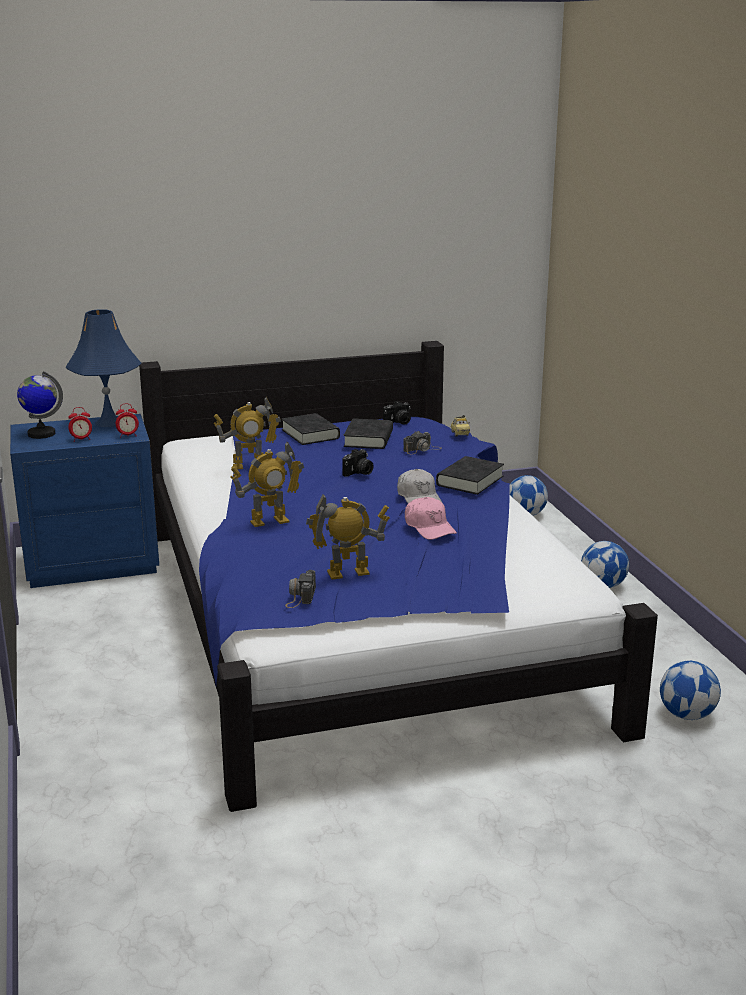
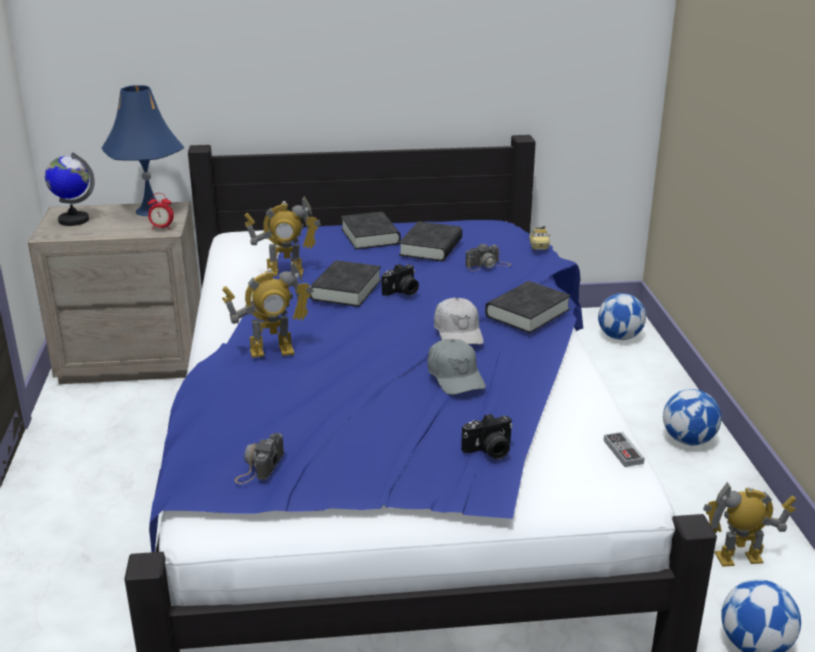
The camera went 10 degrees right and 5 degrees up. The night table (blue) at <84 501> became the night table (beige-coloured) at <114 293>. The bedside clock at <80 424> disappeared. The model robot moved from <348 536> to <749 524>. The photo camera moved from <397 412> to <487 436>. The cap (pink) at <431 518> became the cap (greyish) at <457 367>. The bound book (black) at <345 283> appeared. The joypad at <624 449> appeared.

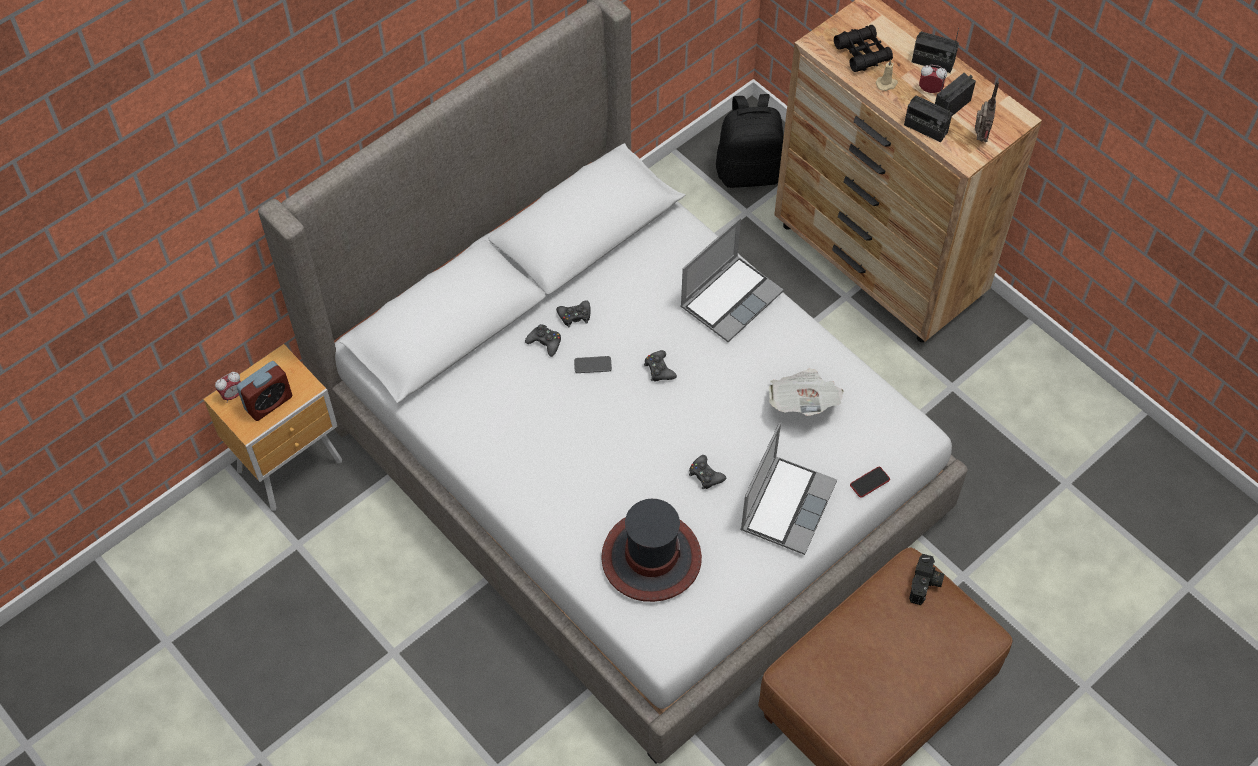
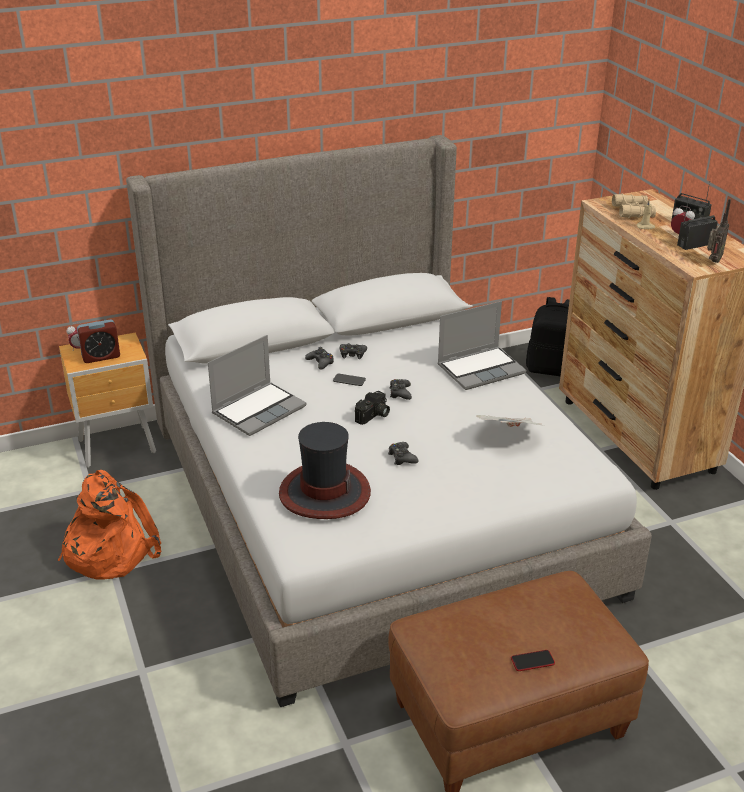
The camera went 20 degrees right and 25 degrees down. The portable computer moved from <788 488> to <257 385>. The field glasses (black) at <863 48> became the field glasses (beige-coloured) at <634 205>. The handset moved from <870 482> to <533 660>. The radio receiver at <928 118> disappeared. The photo camera moved from <926 579> to <372 408>. The rucksack (orange) at <109 525> appeared.

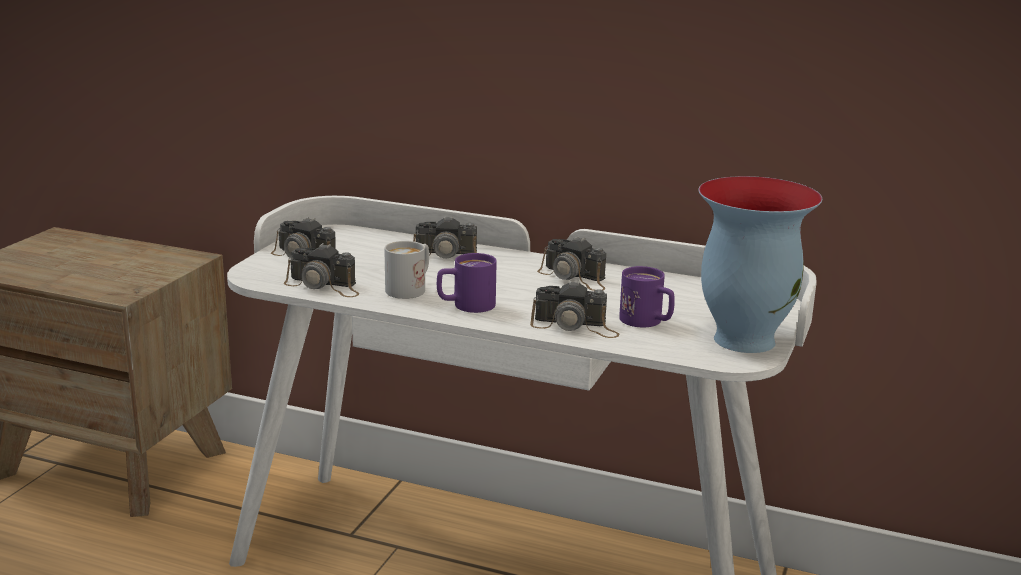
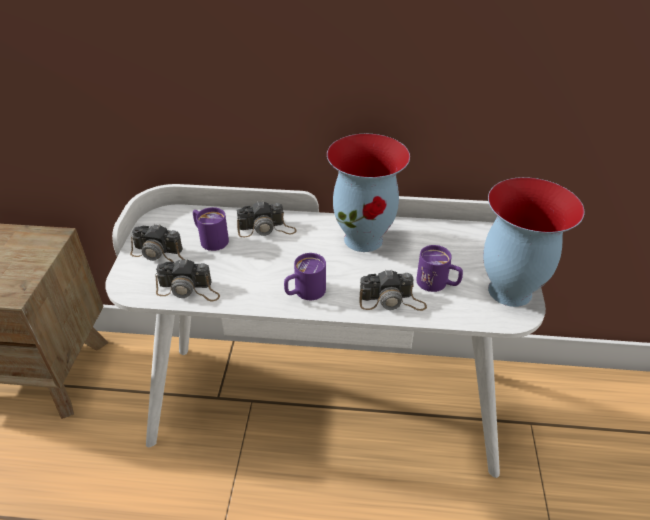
The camera went 15 degrees left and 20 degrees up. The coffee mug (whitish) at <406 270> disappeared. The photo camera at <571 263> was replaced by the vase at <368 193>. The coffee mug (purple-coloured) at <211 229> appeared.

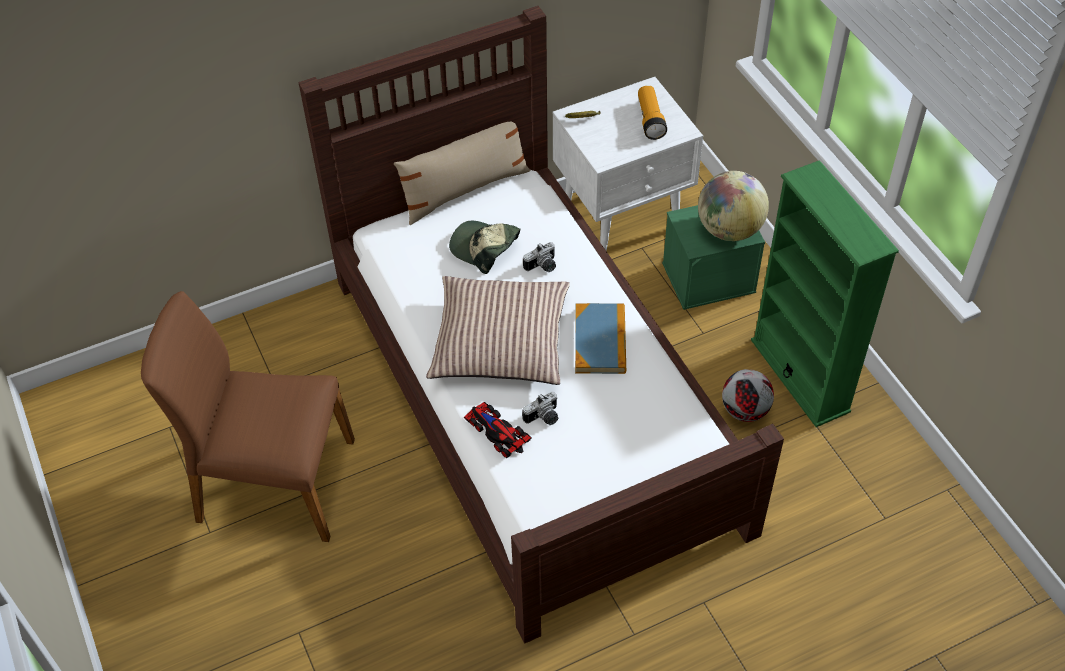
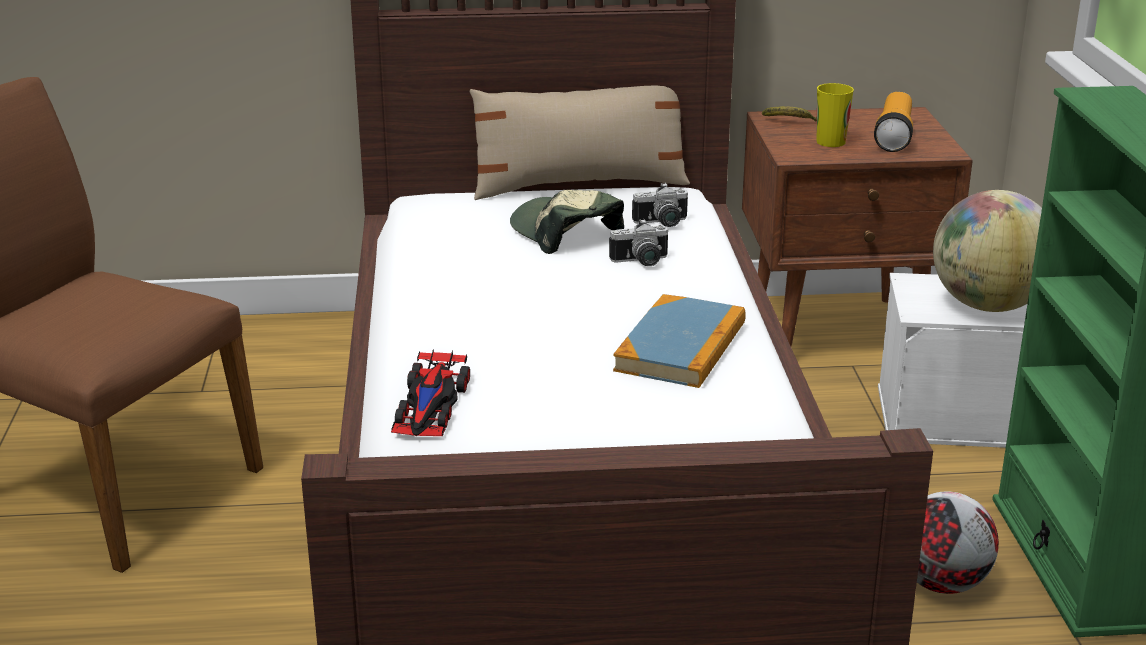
The camera went 20 degrees right and 25 degrees down. The pillow at <498 330> disappeared. The toy car at <498 430> turned 150 degrees counterclockwise. The photo camera moved from <540 408> to <660 205>. The night table (whitish) at <628 164> became the night table (brownish) at <857 227>. The storage bin (green-coloured) at <713 257> became the storage bin (whitish) at <952 360>. The cup at <835 115> appeared.

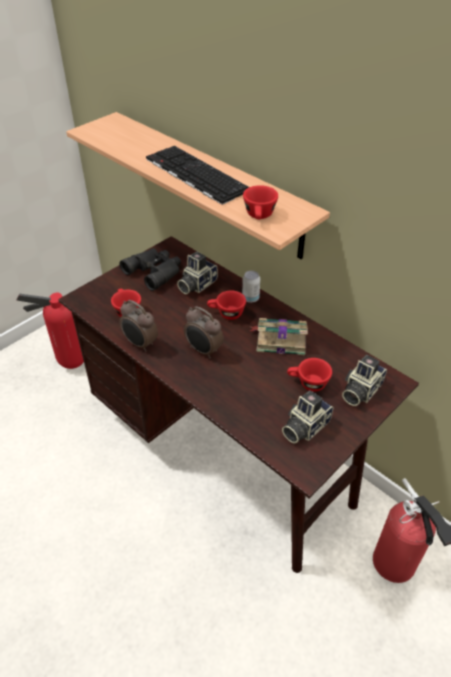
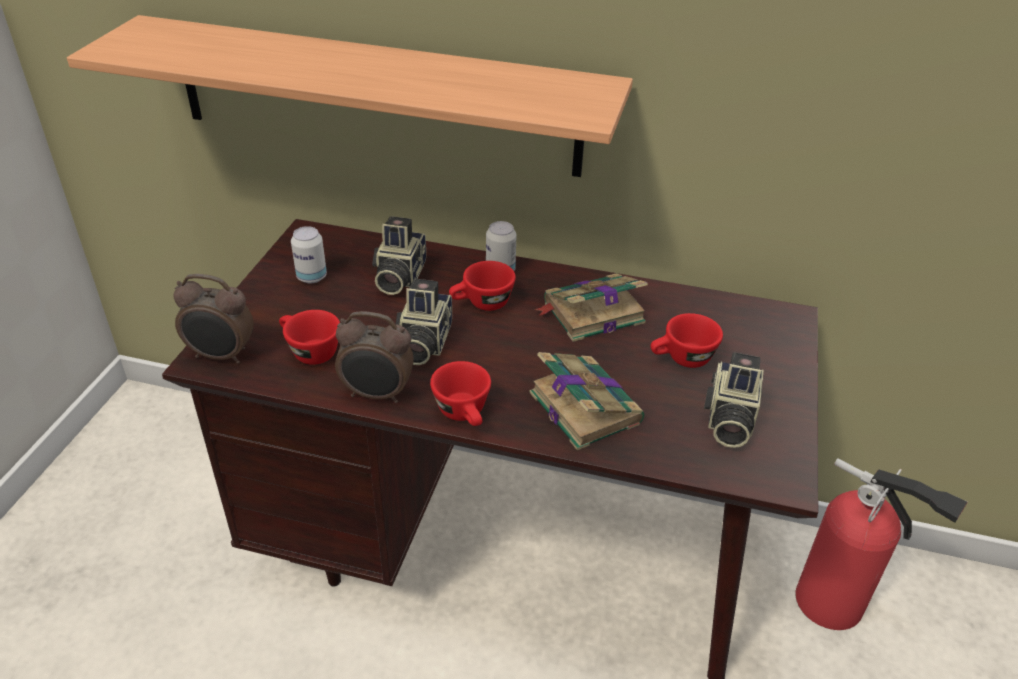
The camera went 30 degrees left and 5 degrees down. The fire extinguisher at <50 331> disappeared. The field glasses (black) at <150 269> was replaced by the sealed can at <309 255>. The PC keyboard at <197 175> disappeared. The bedside clock moved from <204 332> to <213 319>. The cup (reddish) moved from <260 202> to <460 393>. The photo camera moved from <364 380> to <424 322>. The bound book at <586 401> appeared.

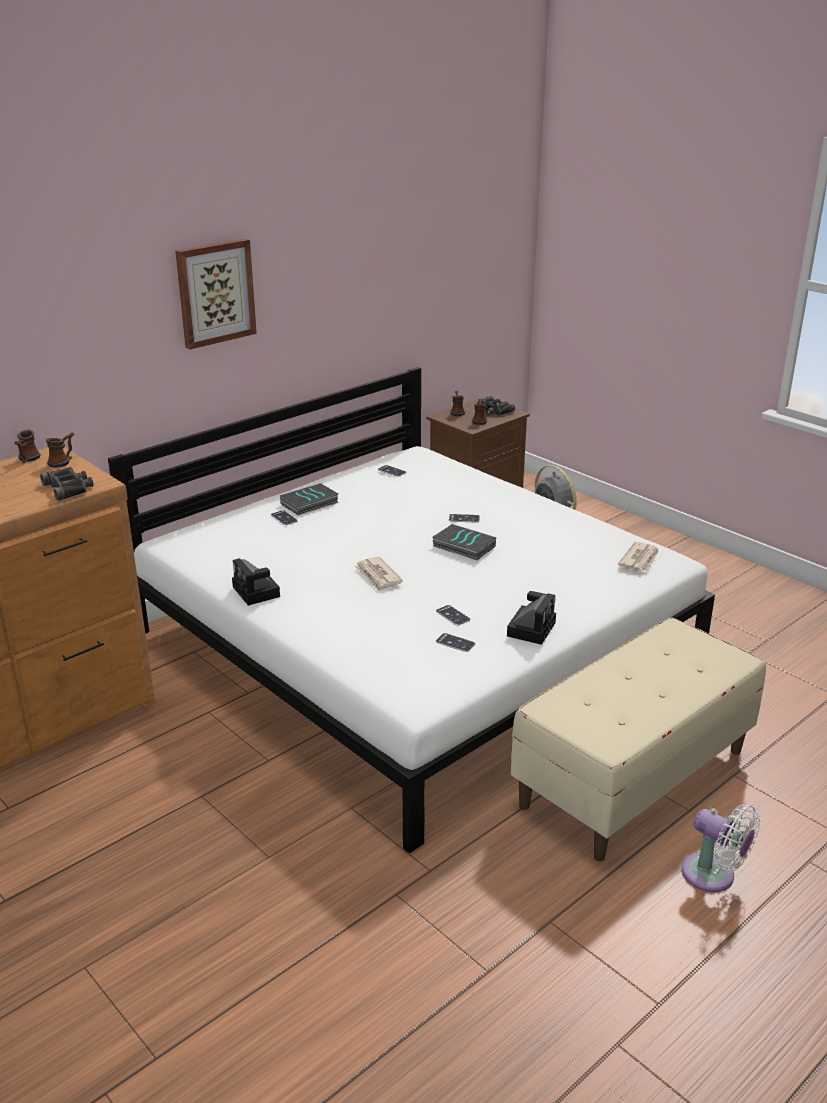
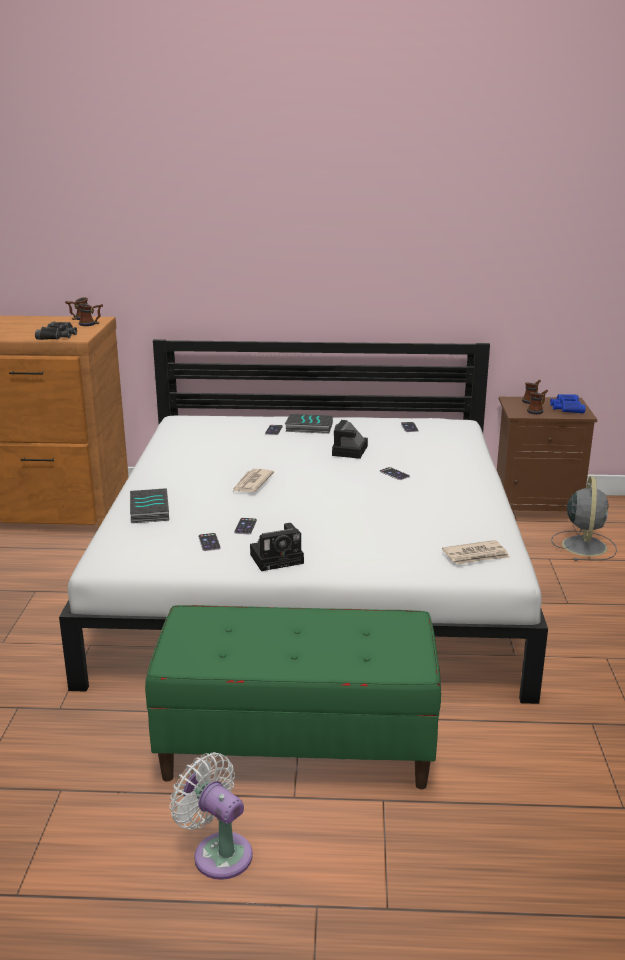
The camera went 45 degrees right and 5 degrees down. The wall art at <216 294> disappeared. The photo camera moved from <256 582> to <350 439>. The bound book moved from <464 542> to <149 505>. The field glasses (black) at <496 406> became the field glasses (blue) at <567 403>. The indoor bench (beige-coloured) at <638 739> became the indoor bench (green-coloured) at <293 697>. The electric fan (whitish) at <721 848> turned 135 degrees clockwise.

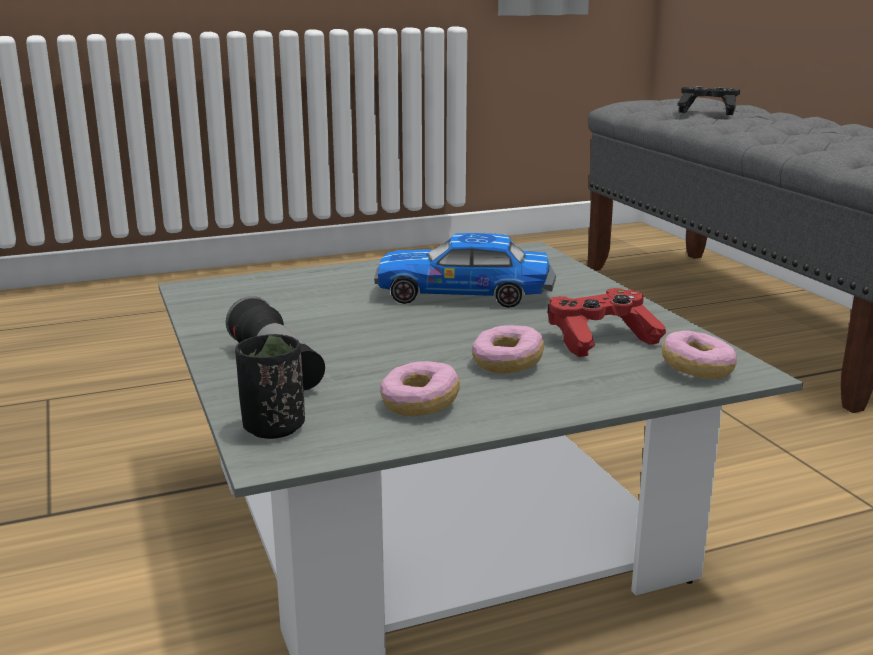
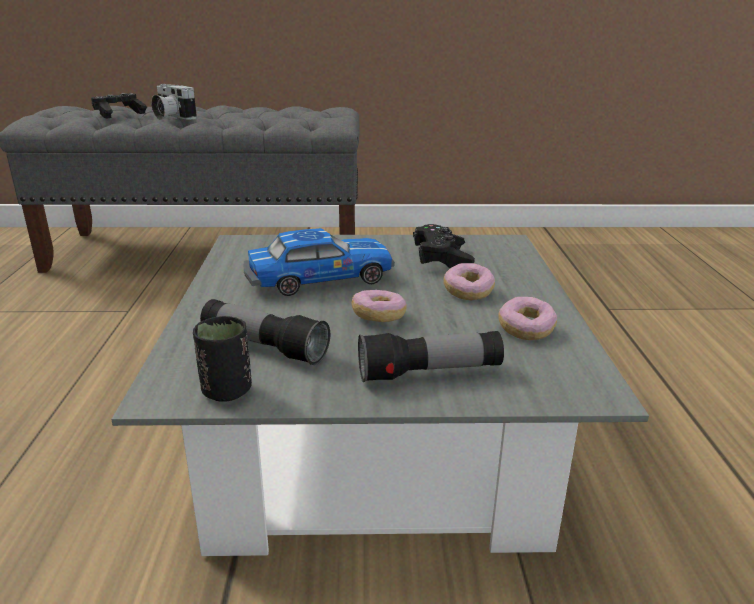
The camera went 70 degrees left and 5 degrees up. The cup (black) moved from <270 386> to <222 359>. The toy car at <465 270> turned 135 degrees counterclockwise. The joypad (reddish) at <607 322> became the joypad (black) at <444 246>. The doughnut moved from <699 355> to <379 306>. The photo camera at <174 102> appeared. The hand torch at <265 332> appeared.

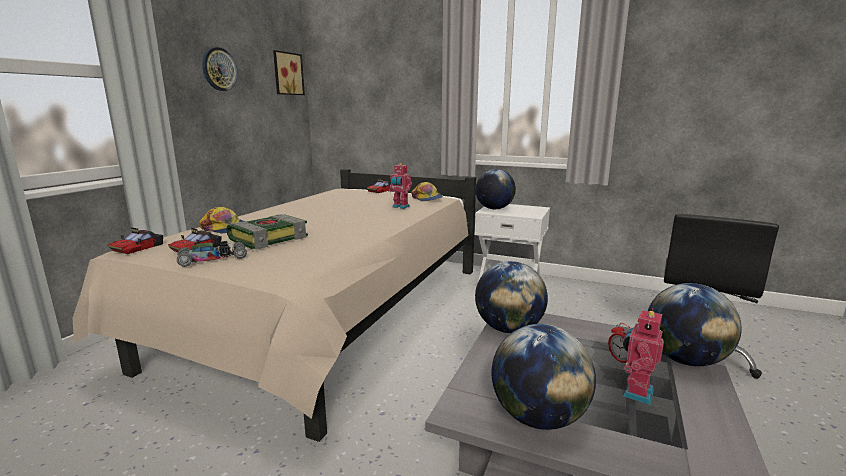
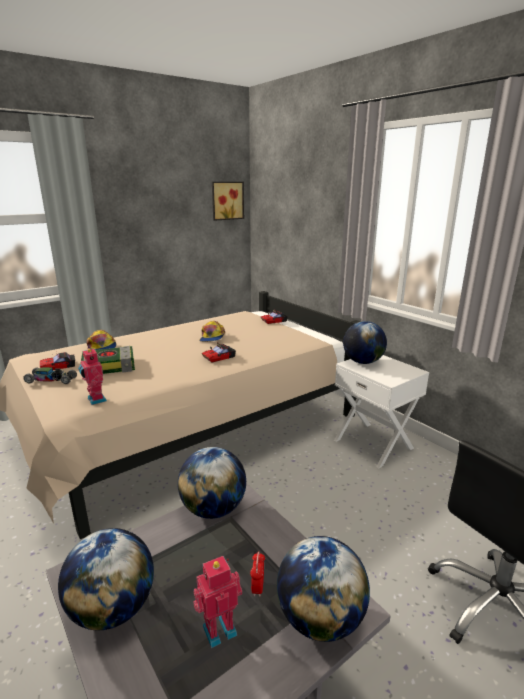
The camera went 30 degrees right and 5 degrees up. The toy car moved from <135 240> to <219 352>. The clock on the wall at <220 69> disappeared. The model robot moved from <400 186> to <92 376>. The cap moved from <427 191> to <212 331>.

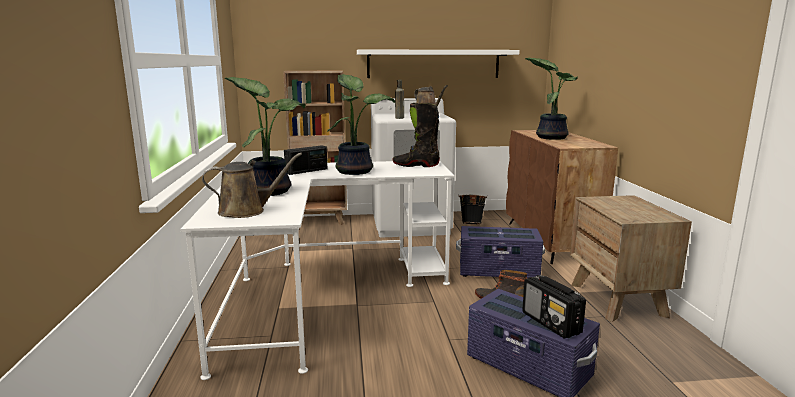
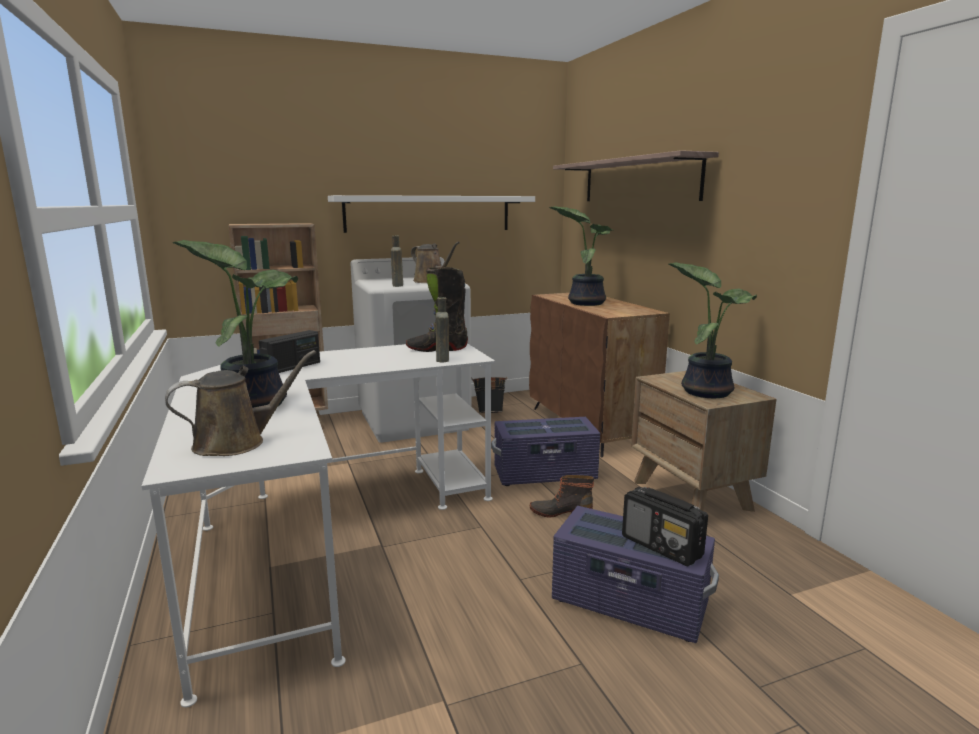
The camera went 15 degrees left and 0 degrees up. The potted plant moved from <361 124> to <713 330>. The drink bottle (brownish) at <442 329> appeared. The wall shelf at <636 175> appeared.

